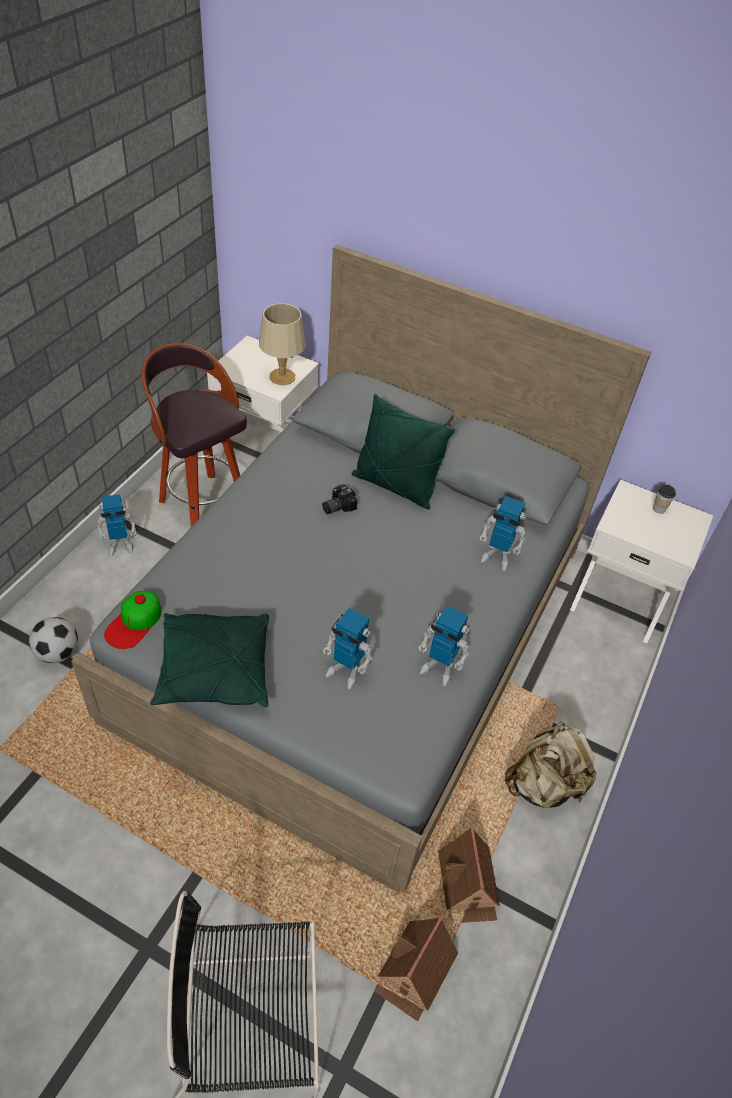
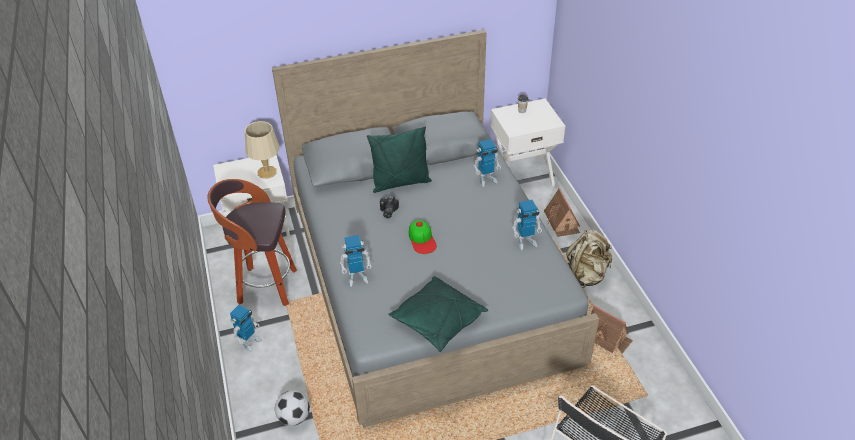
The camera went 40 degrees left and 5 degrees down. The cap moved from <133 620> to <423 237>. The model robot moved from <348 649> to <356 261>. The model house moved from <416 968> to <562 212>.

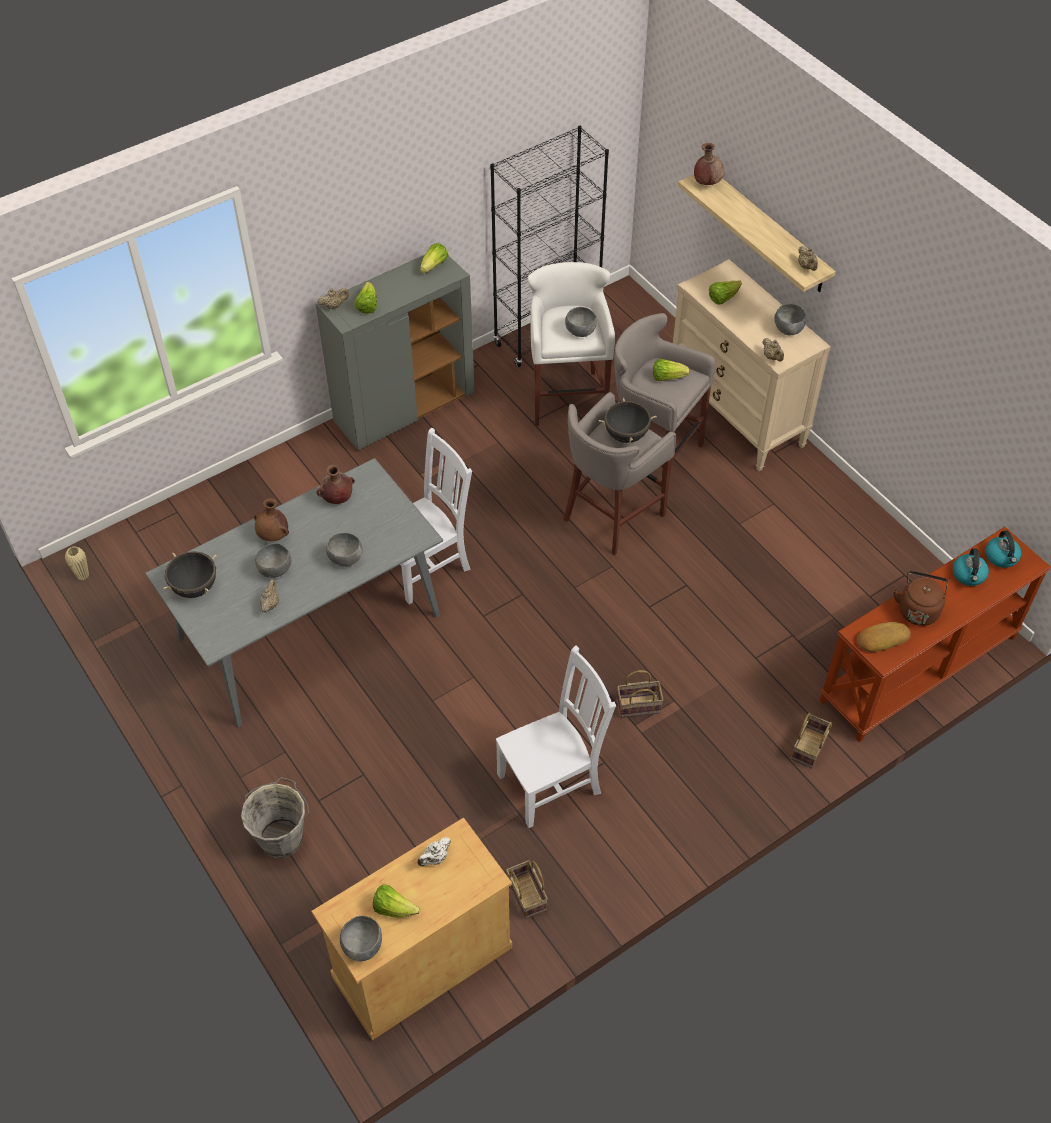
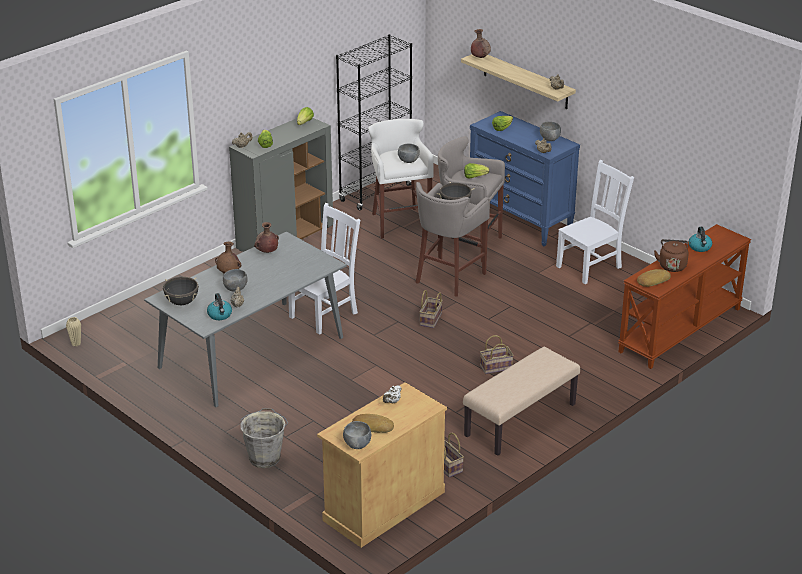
The camera went 10 degrees left and 20 degrees down. The deep dish (greyish) at <344 549> disappeared. The lettuce at <397 901> was replaced by the bread at <373 423>. The plain chair (whitish) moved from <556 736> to <595 222>. The dresser (beige-coloured) at <752 365> became the dresser (blue) at <525 178>. The household basket moved from <811 740> to <431 309>. The kettle moved from <1003 549> to <219 306>. The indoor bench (beige-coloured) at <521 401> appeared.

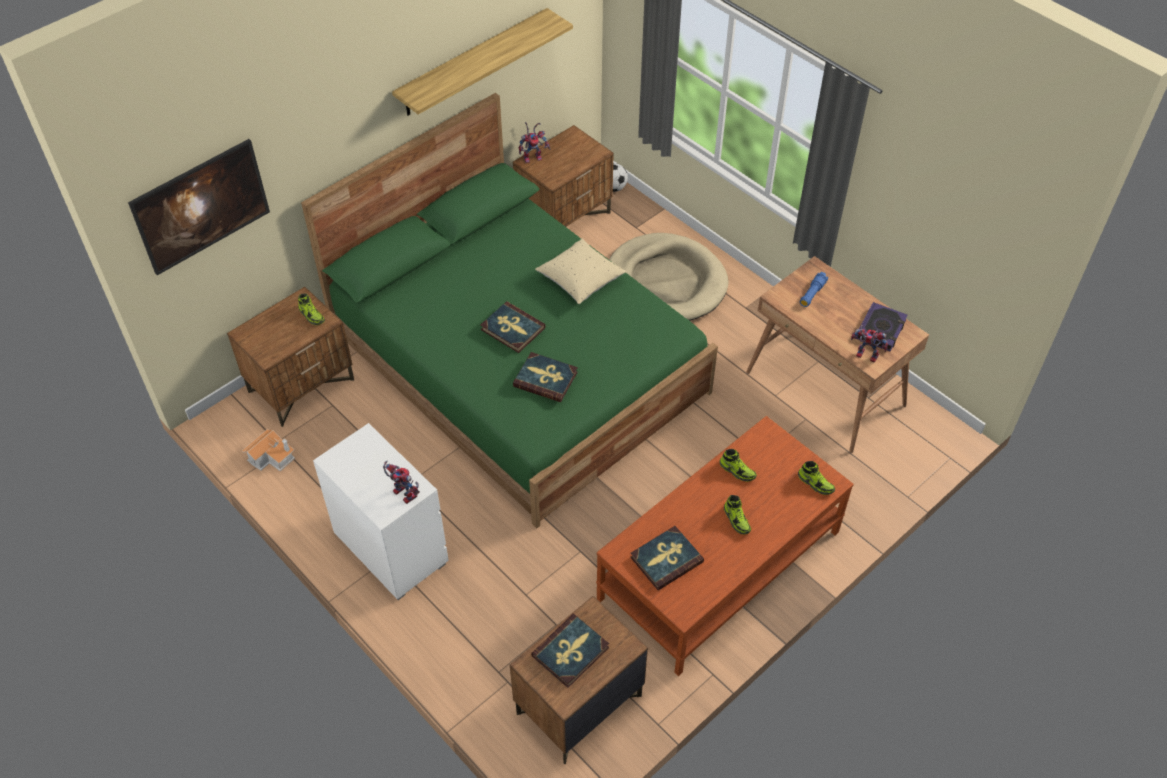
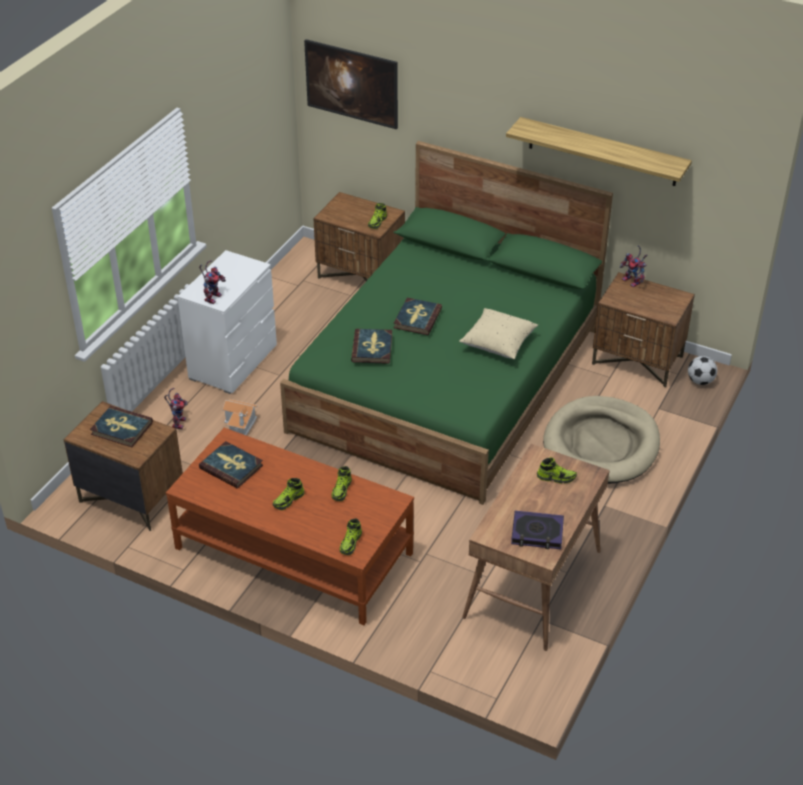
The camera went 70 degrees right and 10 degrees down. The model house moved from <268 450> to <240 417>. The hand torch (blue) at <814 289> was replaced by the shoe at <557 470>. The model robot moved from <869 344> to <176 408>.

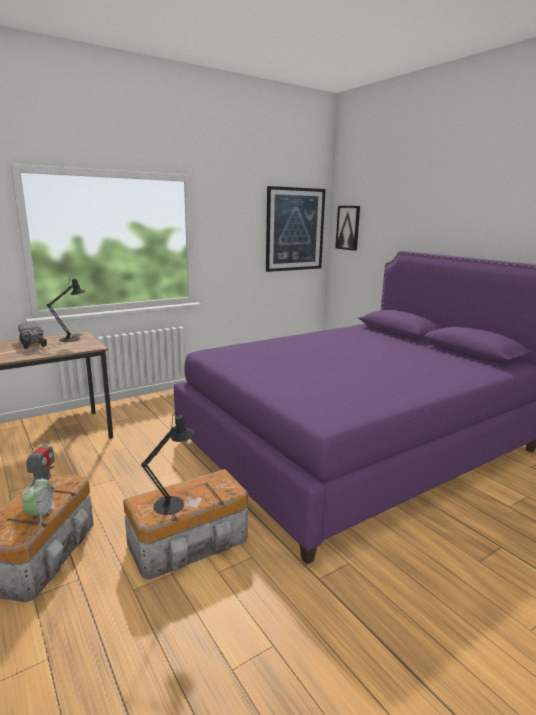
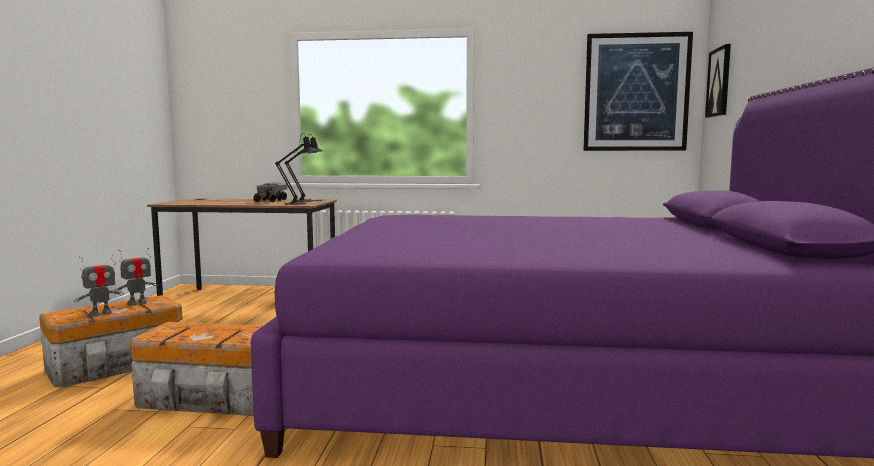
The camera went 40 degrees right and 10 degrees down. The bedside clock at <38 501> was replaced by the model robot at <99 285>. The lamp for a table (black) moved from <167 463> to <296 169>.

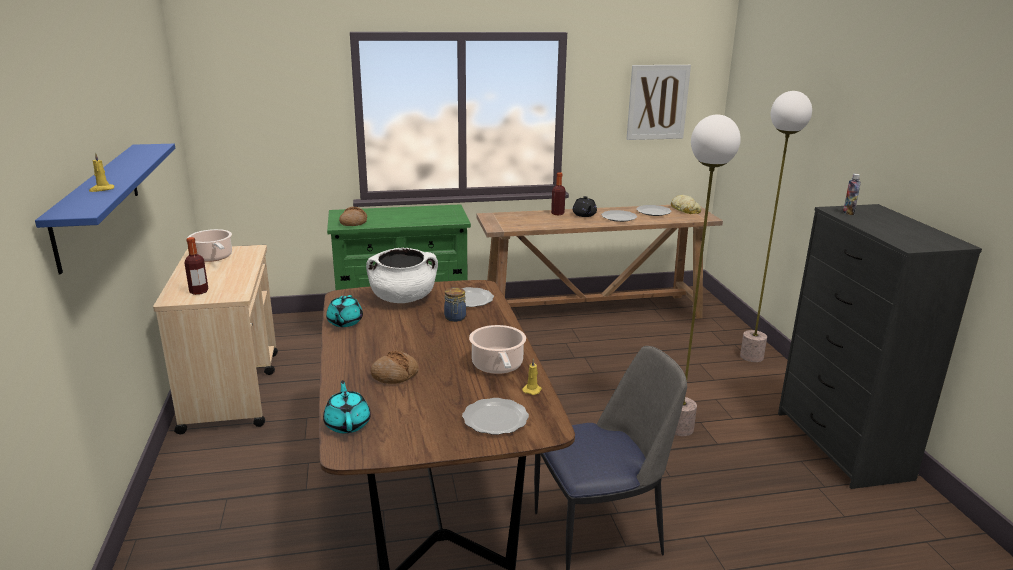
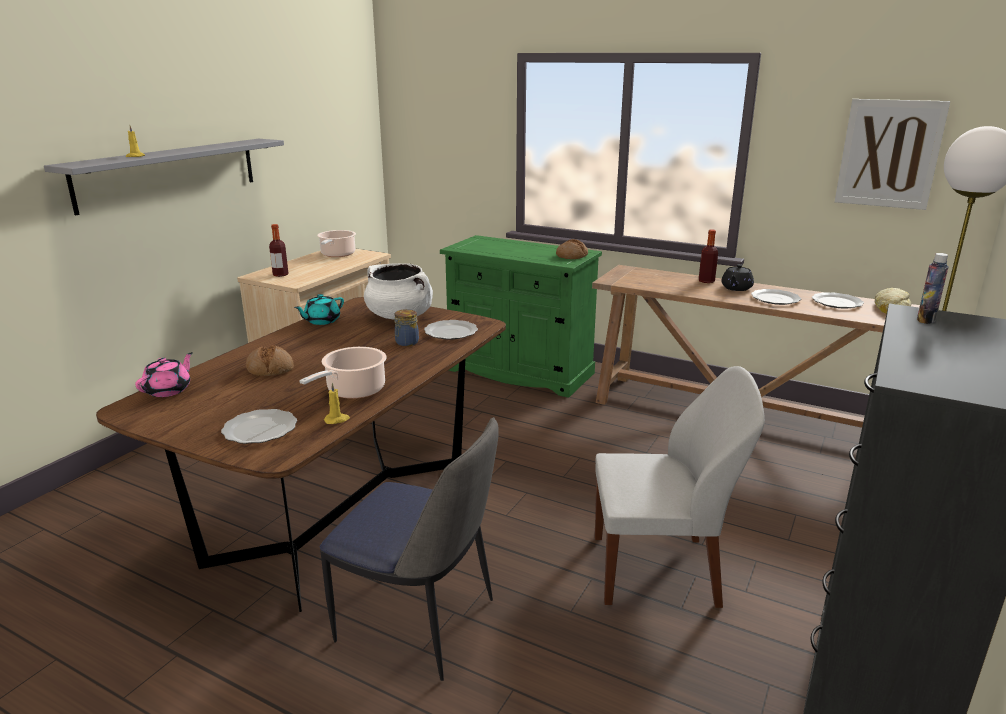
The camera went 40 degrees right and 0 degrees up. The wall shelf (blue) at <105 209> became the wall shelf (greyish) at <164 177>. The tea pot (turquoise-coloured) at <347 406> became the tea pot (pink) at <164 374>. The bread moved from <353 216> to <572 249>. The standard lamp at <708 275> was replaced by the plain chair (whitish) at <680 487>.

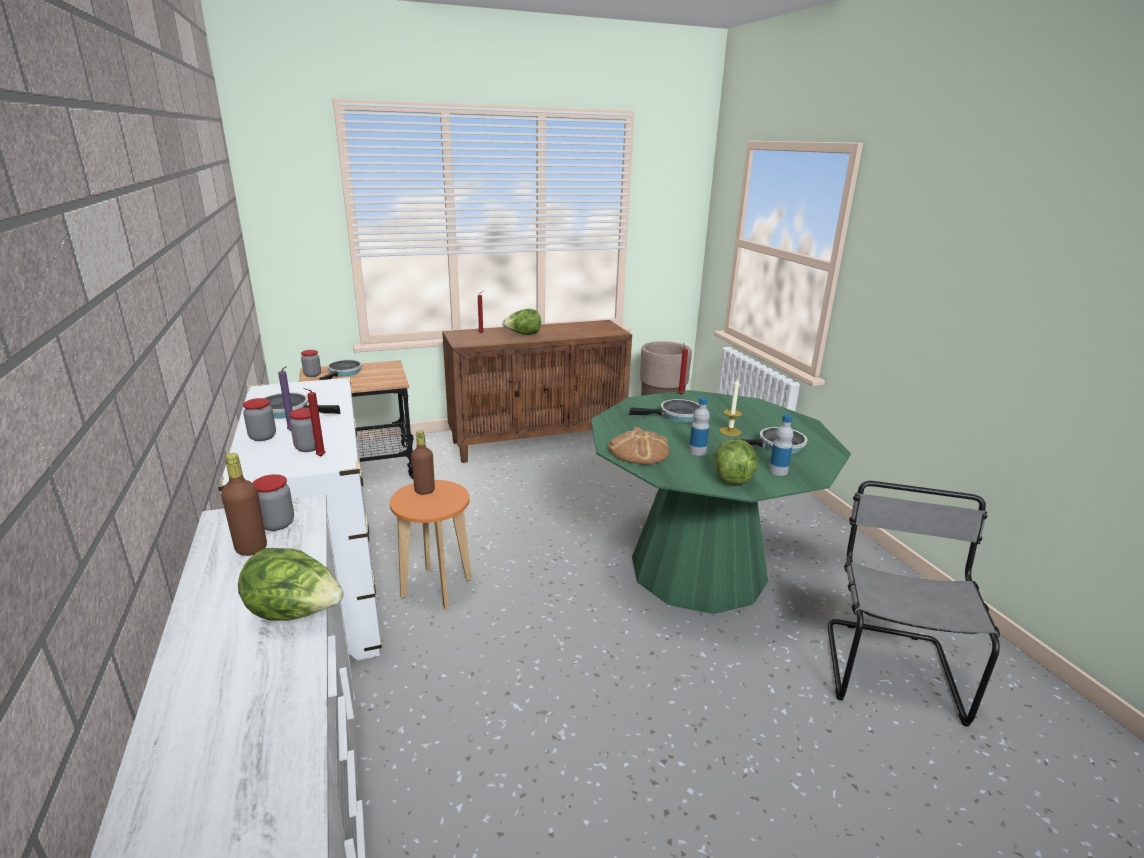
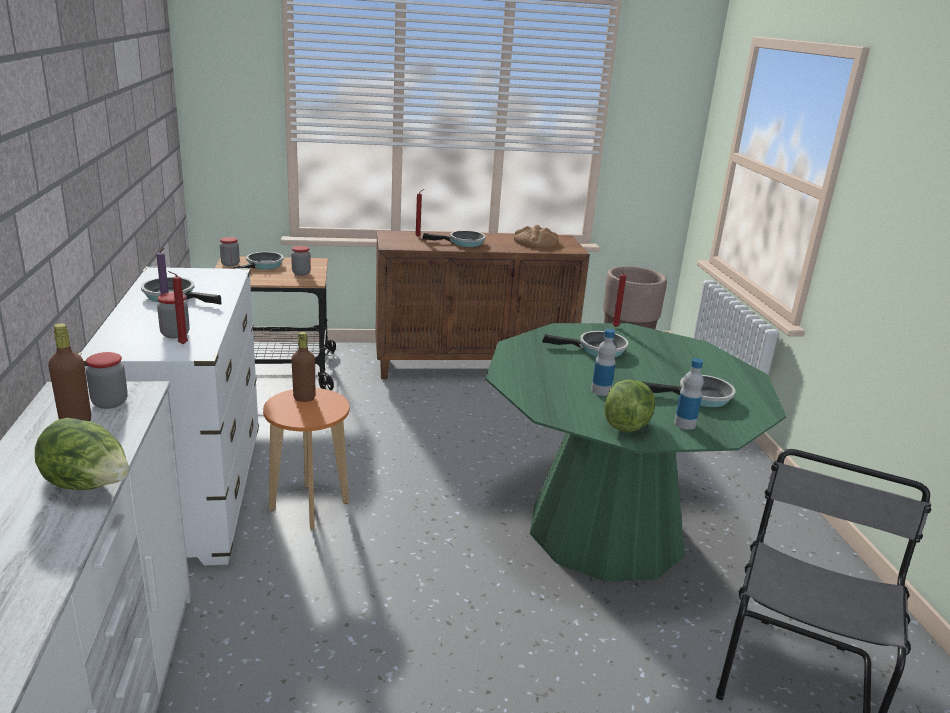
The camera went 10 degrees right and 0 degrees up. The jar moved from <259 419> to <301 261>. The lettuce at <521 322> was replaced by the pan at <454 238>. The bread moved from <639 445> to <536 236>. The candle at <731 407> disappeared.

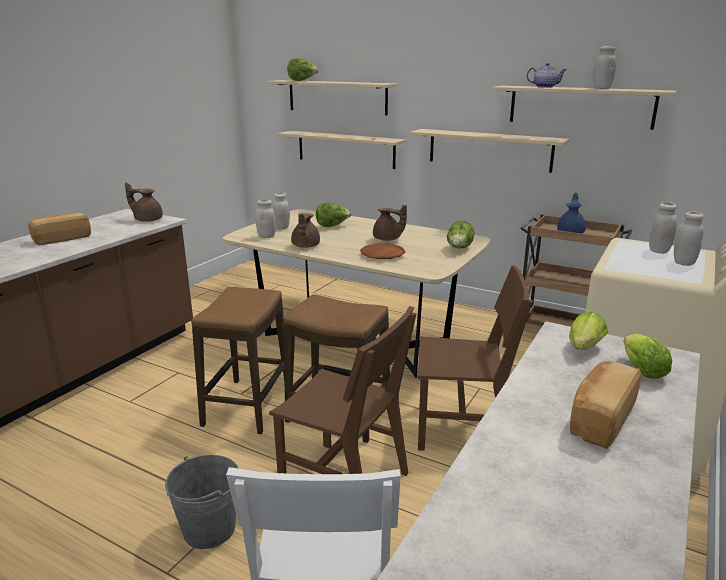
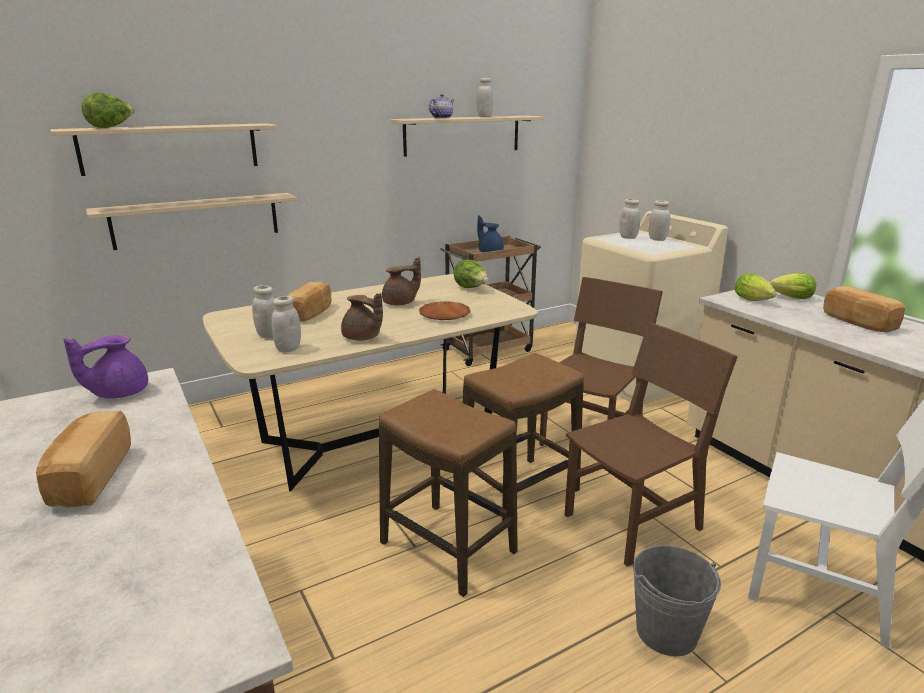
The camera went 60 degrees left and 0 degrees up. The tea pot (brownish) at <144 202> became the tea pot (purple-coloured) at <106 367>. The lettuce at <333 214> was replaced by the bread at <308 301>. The wall shelf (beige-coloured) at <490 151> disappeared.

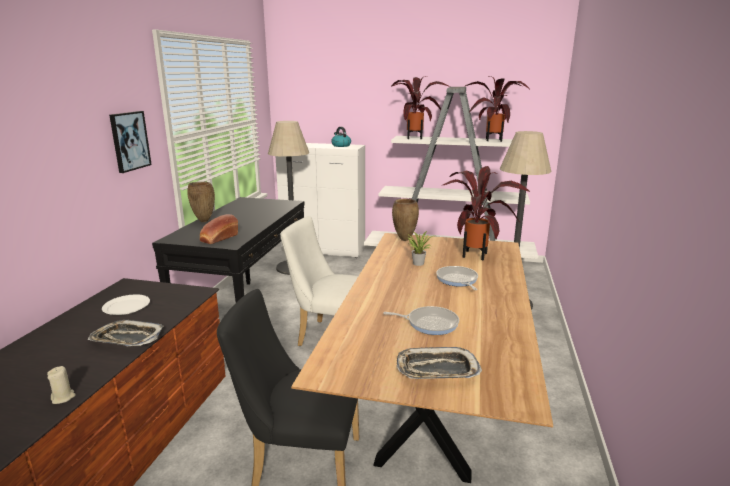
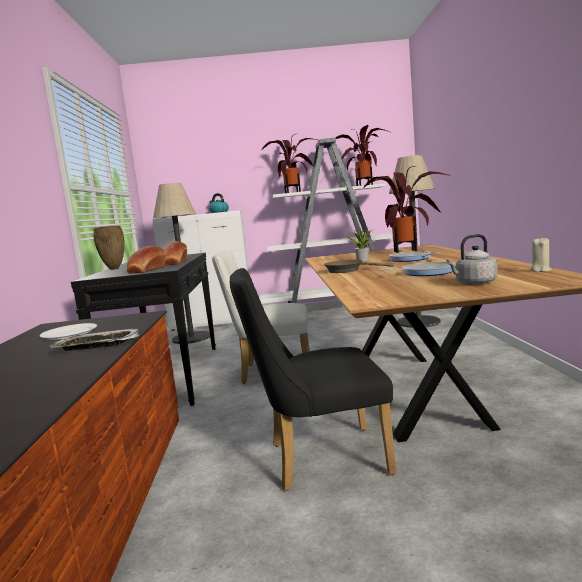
The camera went 15 degrees left and 10 degrees down. The candle (beige-coloured) moved from <61 385> to <540 255>. The wall art at <130 142> disappeared. The vase (brownish) at <405 220> disappeared. The carrying tray at <439 363> was replaced by the kettle (greyish) at <472 259>. The bread at <175 253> appeared. The pan (brownish) at <359 266> appeared.

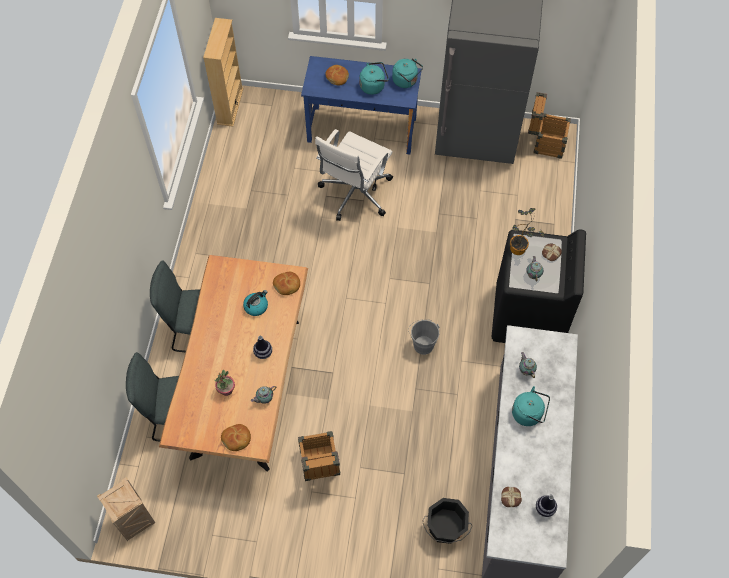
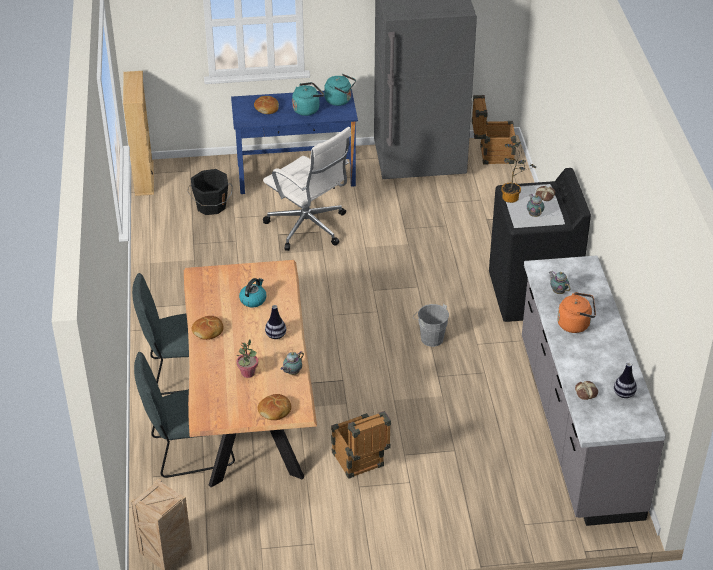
The camera went 15 degrees left and 20 degrees down. The bread moved from <286 283> to <207 328>. The desk chair (whitish) at <354 175> turned 60 degrees counterclockwise. The water bucket (black) moved from <447 521> to <210 192>. The kettle (turquoise-coloured) at <531 406> became the kettle (orange) at <576 312>.

